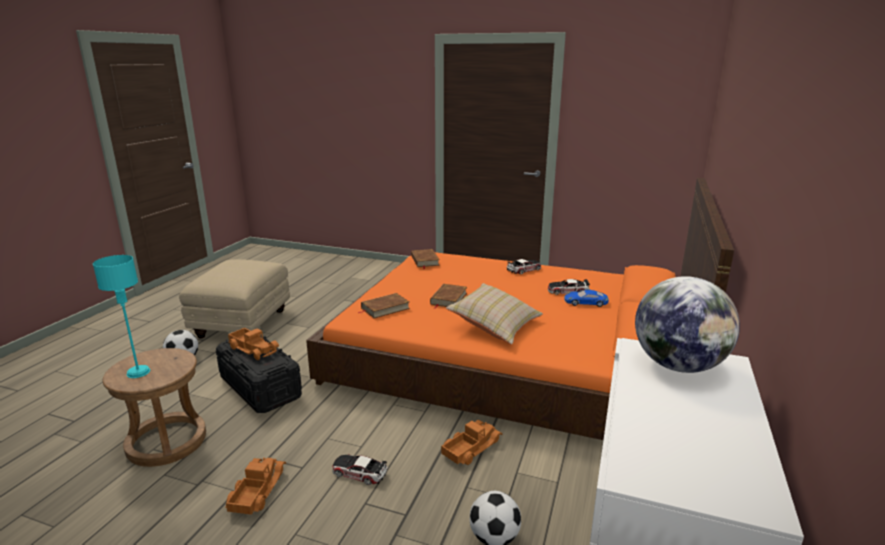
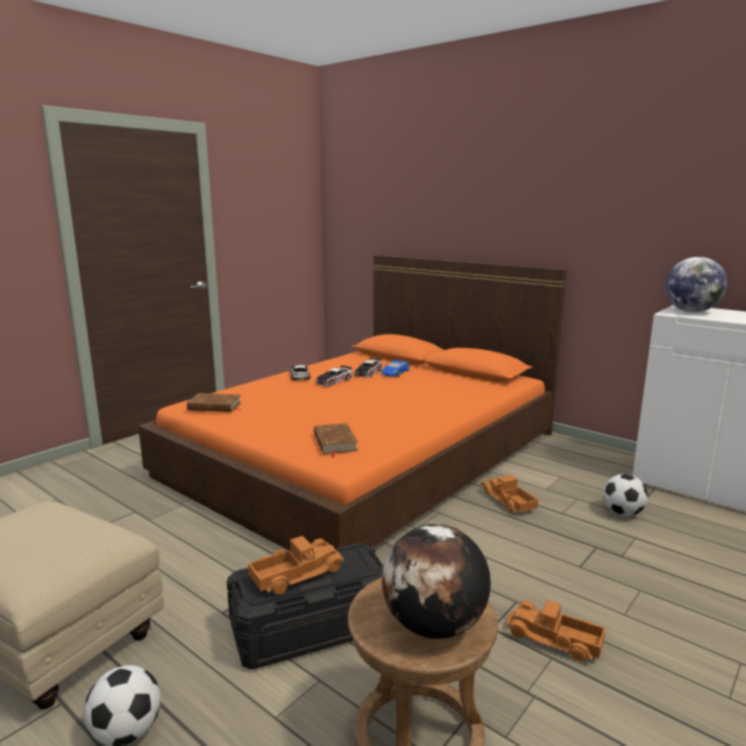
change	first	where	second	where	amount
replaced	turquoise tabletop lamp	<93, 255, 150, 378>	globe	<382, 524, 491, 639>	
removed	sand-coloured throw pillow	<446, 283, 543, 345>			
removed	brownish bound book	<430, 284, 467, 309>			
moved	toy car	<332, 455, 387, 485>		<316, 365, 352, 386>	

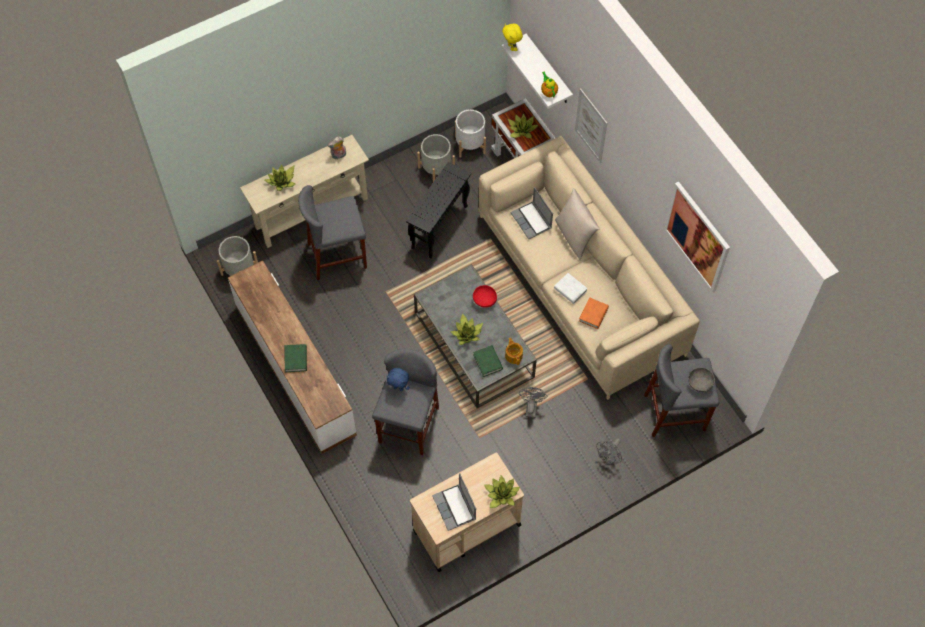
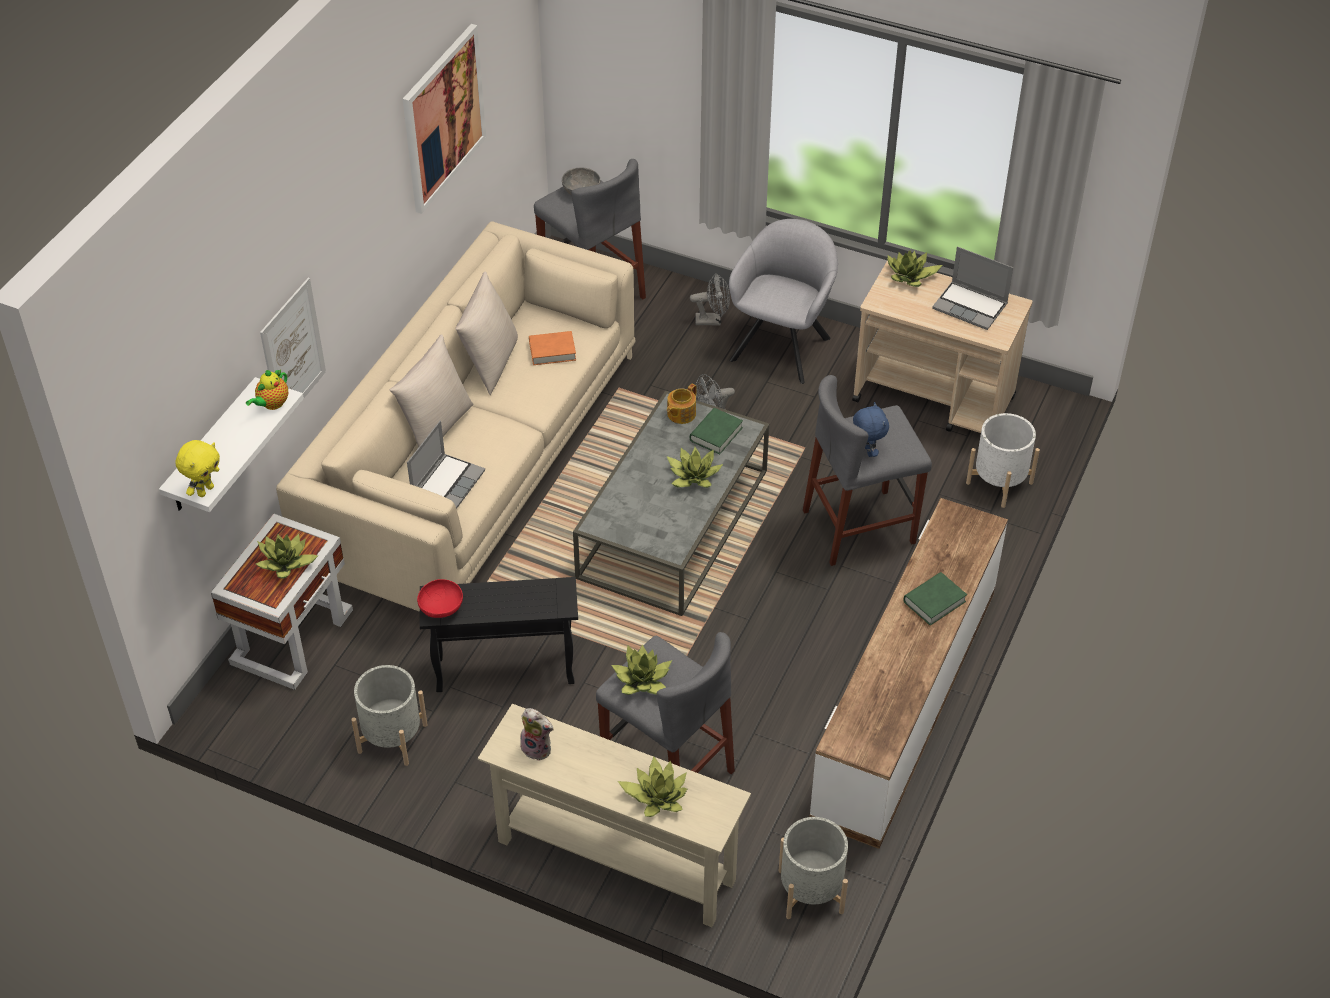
change	first	where	second	where	amount
moved	white plant pot	<455, 109, 486, 158>		<966, 413, 1040, 508>	
removed	white bound book	<554, 273, 588, 304>			
moved	reddish serving bowl	<473, 285, 497, 308>		<417, 579, 463, 618>	
turned	notebook computer	<432, 473, 476, 531>		<932, 247, 1013, 330>	90 degrees clockwise
added			greyish lounge chair	<729, 219, 838, 384>	
added			sand-coloured throw pillow	<455, 272, 518, 395>	
added			plant in a pot	<611, 644, 672, 695>	

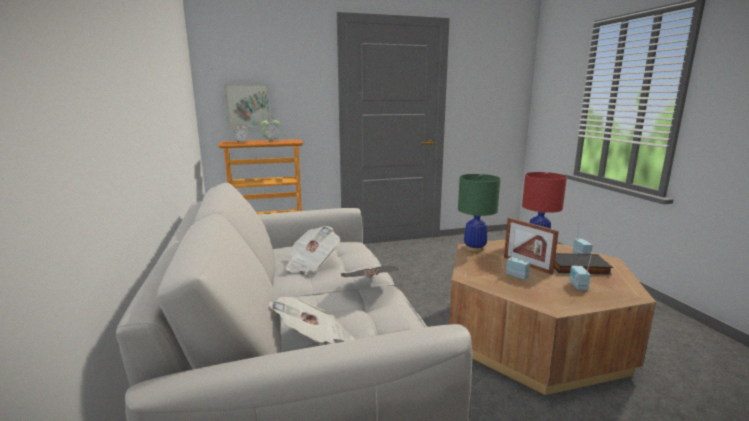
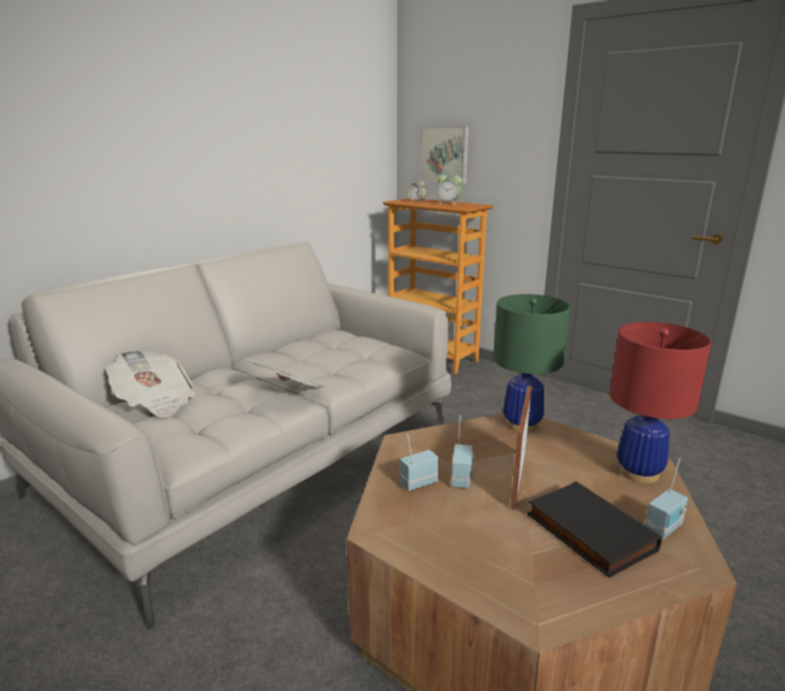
change	first	where	second	where	amount
removed	newspaper	<285, 226, 340, 272>			
moved	radio set	<570, 255, 592, 290>		<400, 434, 439, 491>	

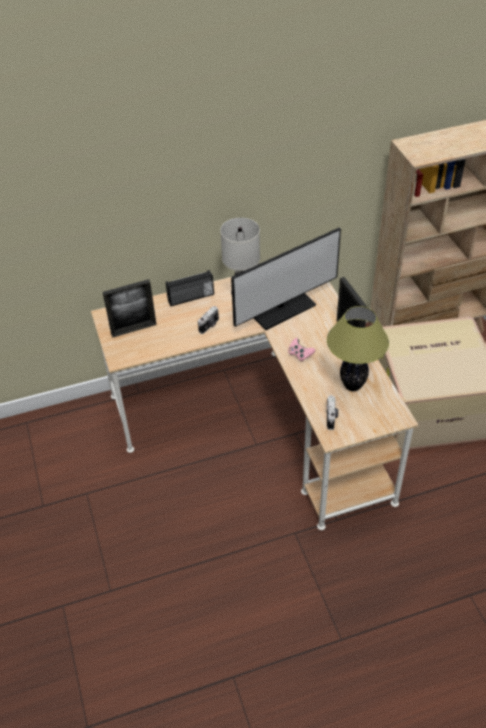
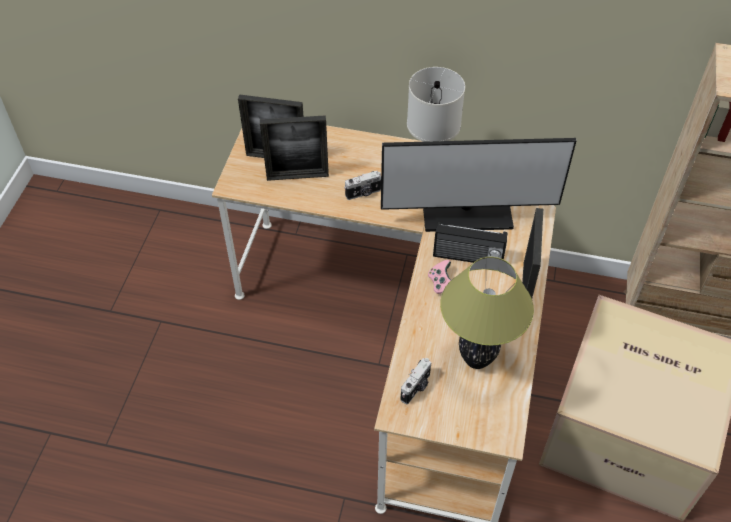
change	first	where	second	where	amount
moved	radio set	<166, 270, 214, 307>		<433, 222, 507, 263>	
added			photo frame	<260, 115, 329, 181>	

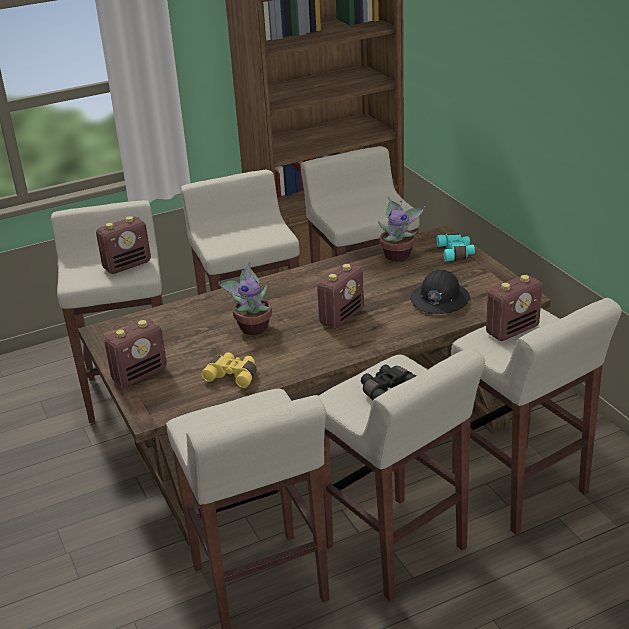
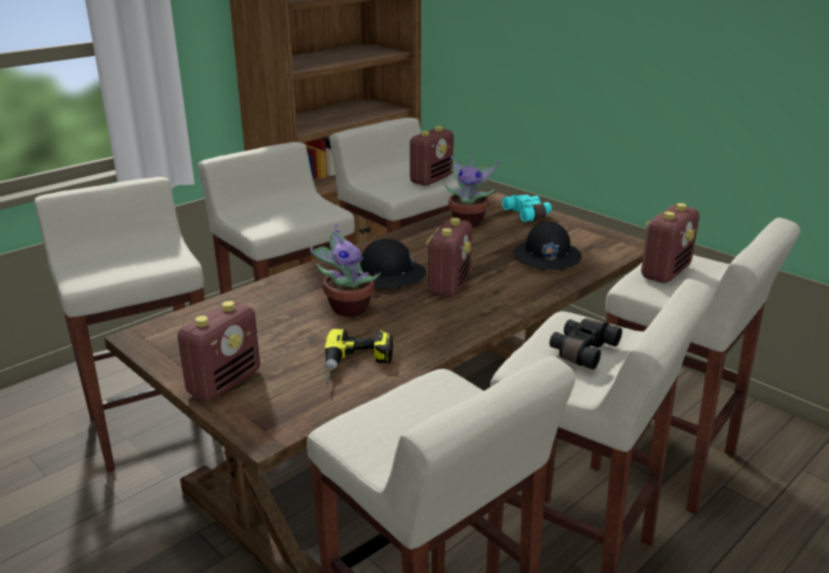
change	first	where	second	where	amount
moved	radio set	<96, 216, 151, 274>		<410, 126, 454, 186>	
replaced	yellowish field glasses	<201, 352, 257, 388>	electric drill	<325, 329, 393, 384>	
added			black-coloured work helmet	<360, 239, 426, 289>	

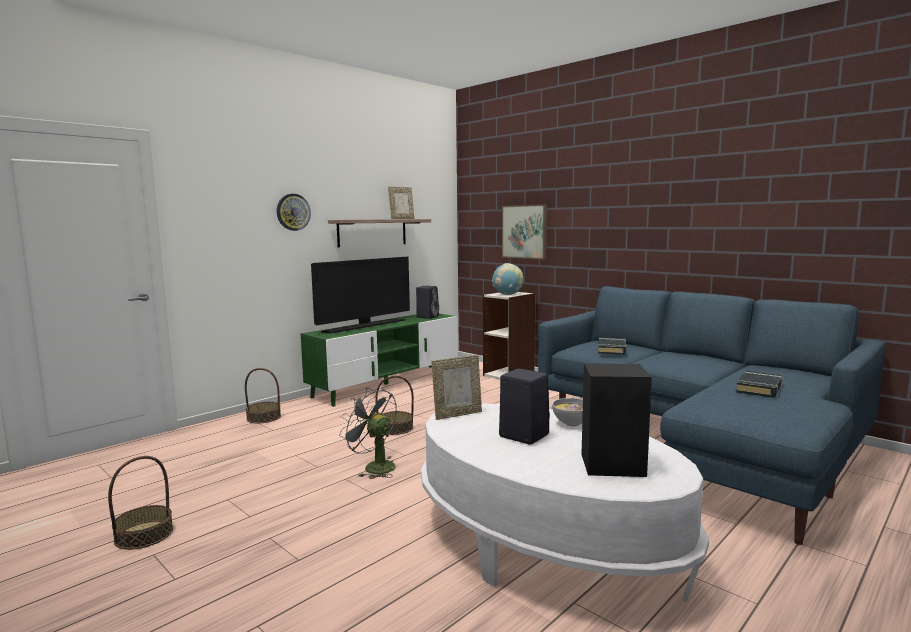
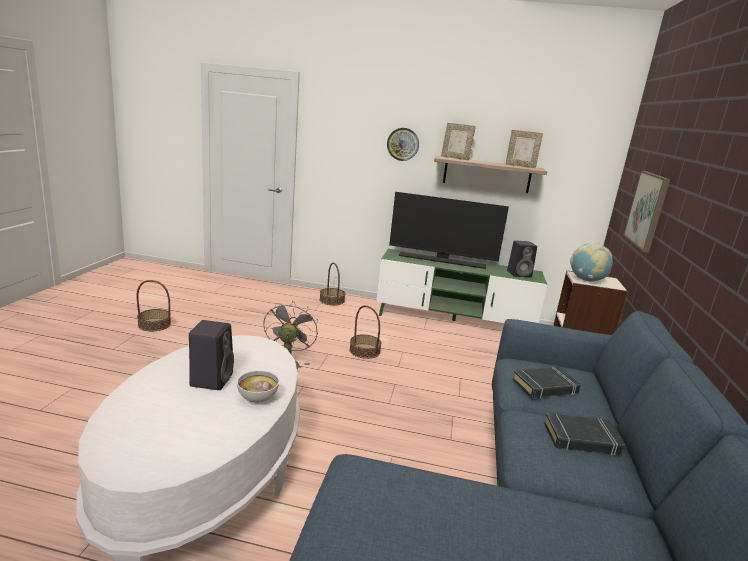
change	first	where	second	where	amount
moved	photo frame	<432, 355, 482, 420>		<441, 123, 476, 161>	
removed	black-coloured speaker	<581, 363, 652, 477>			
moved	black-coloured bound book	<736, 371, 782, 398>		<544, 413, 625, 455>	

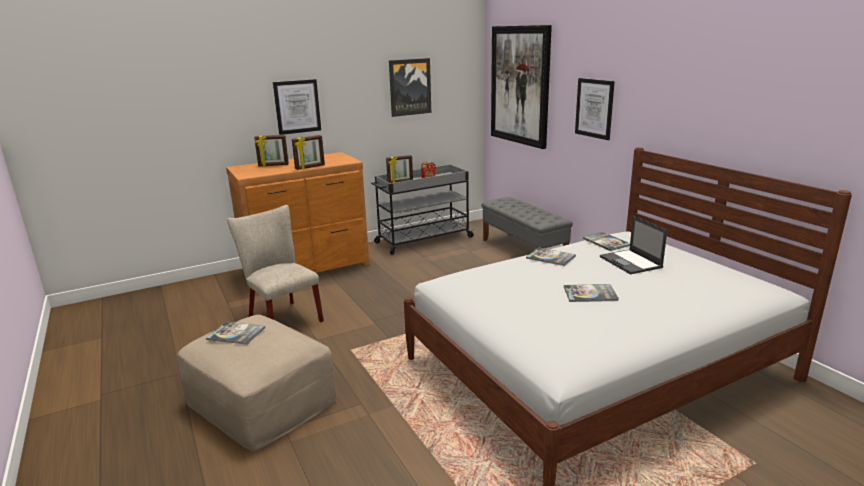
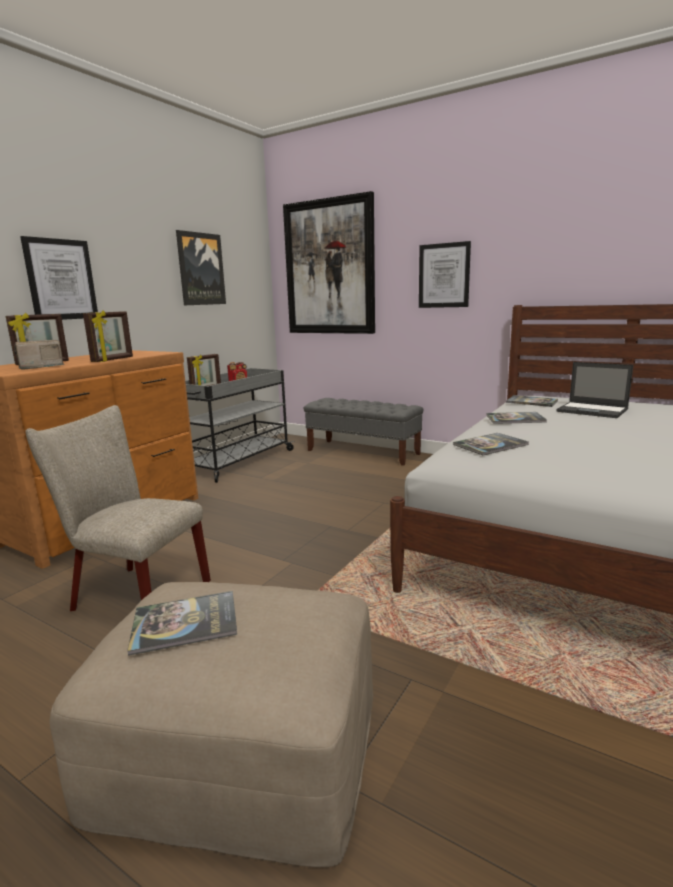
change	first	where	second	where	amount
moved	bound book	<564, 284, 619, 302>		<453, 433, 529, 455>	
added			radio set	<14, 340, 65, 370>	

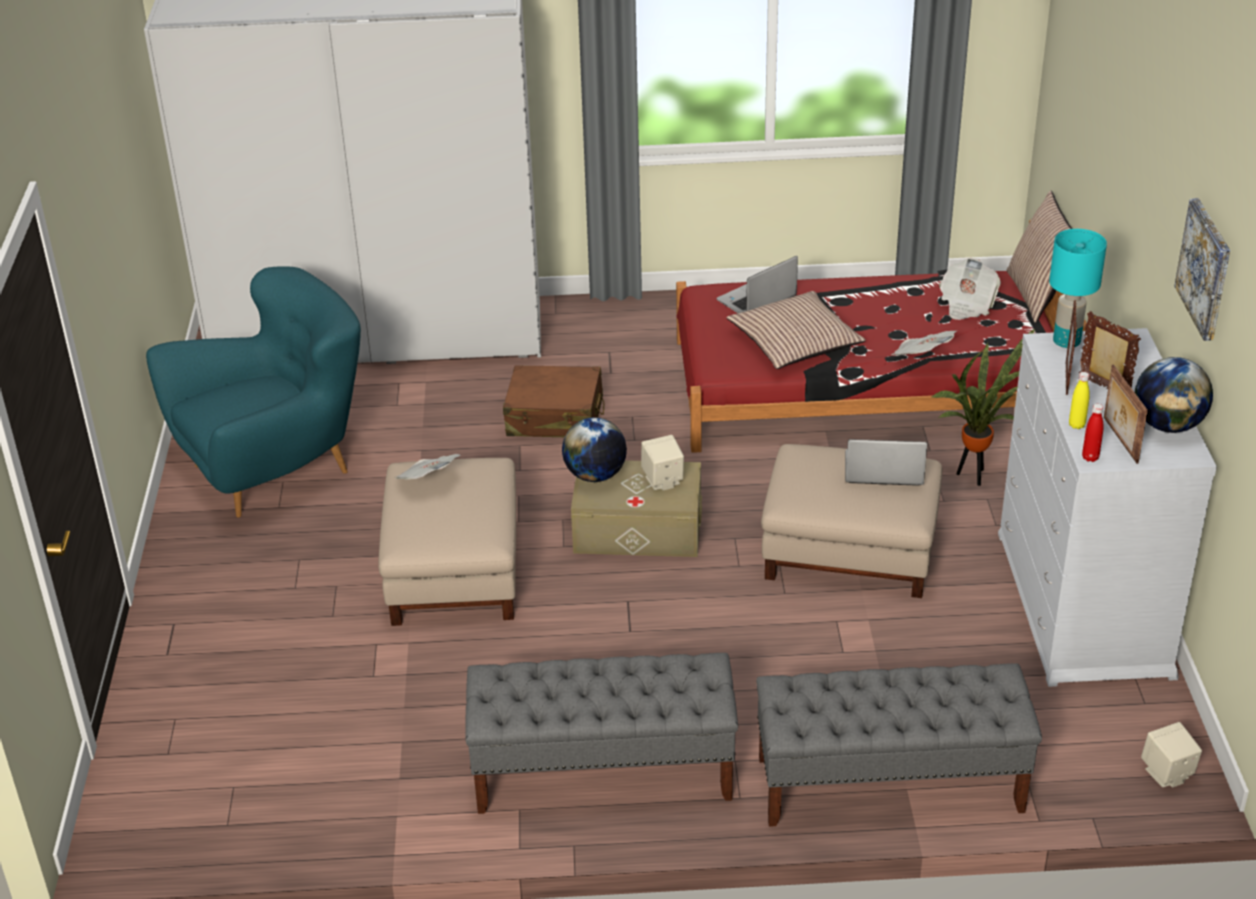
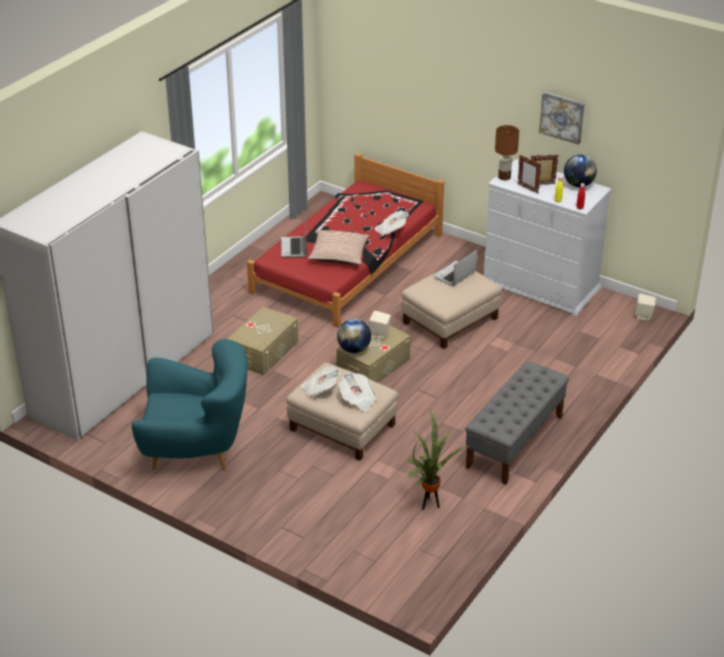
change	first	where	second	where	amount
removed	throw pillow	<1006, 190, 1072, 323>			
recoloured	turquoise tabletop lamp	<1049, 229, 1107, 348>	brownish tabletop lamp	<495, 125, 519, 180>	
moved	newspaper	<939, 258, 1001, 320>		<339, 372, 377, 412>	
turned	turquoise lounge chair	<146, 266, 361, 518>		<132, 339, 248, 470>	90 degrees clockwise
moved	plant in a pot	<932, 329, 1035, 486>		<407, 410, 469, 510>	
replaced	brownish travel case	<503, 365, 604, 437>	sand-coloured storage bin	<228, 306, 298, 376>	
removed	photo frame	<1104, 365, 1148, 464>			
removed	greyish indoor bench	<756, 663, 1042, 827>			

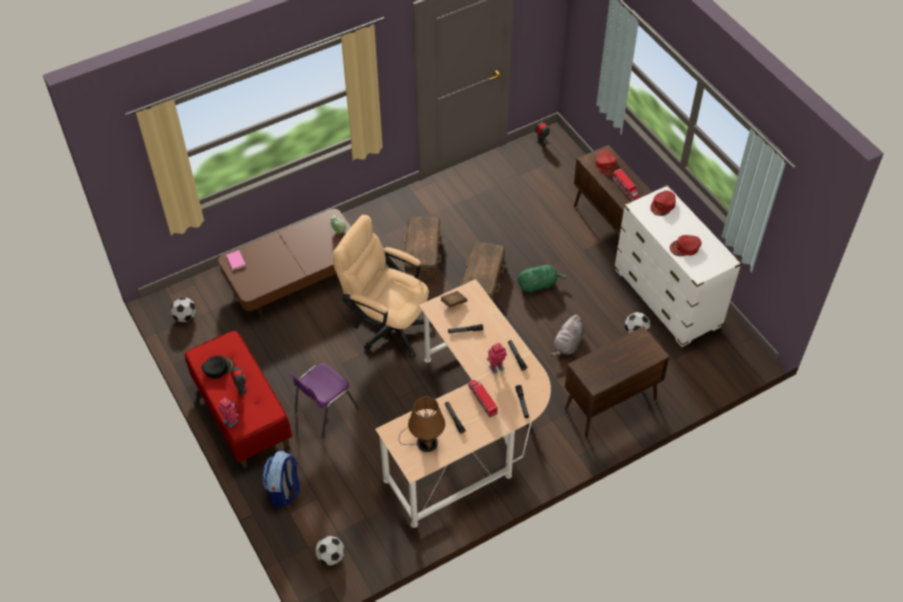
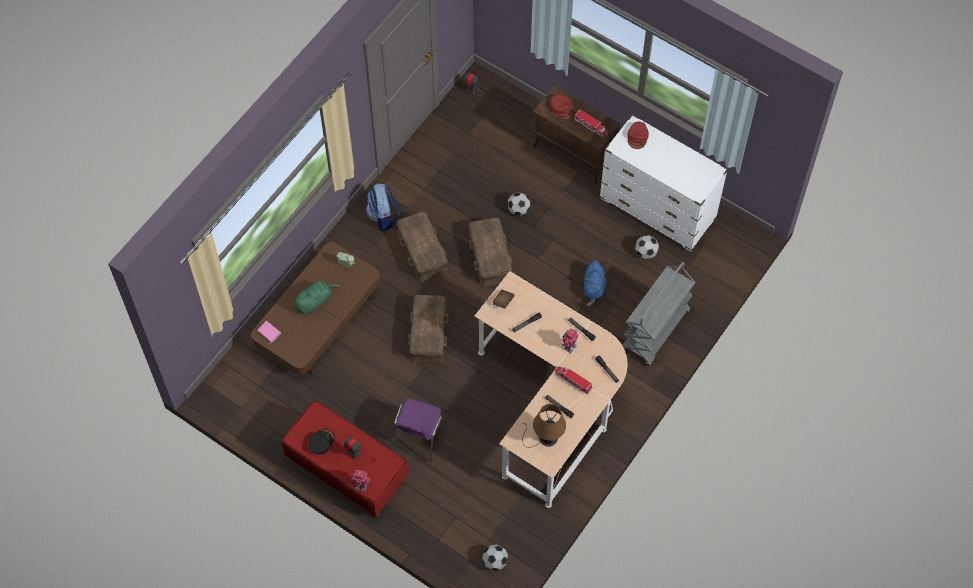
change	first	where	second	where	amount
replaced	sand-coloured desk chair	<332, 215, 433, 358>	brownish storage bin	<408, 295, 449, 364>	
removed	reddish baseball cap	<670, 235, 702, 256>			
moved	green cuddly toy	<518, 265, 567, 293>		<294, 281, 340, 314>	
moved	ball for football	<170, 297, 196, 322>		<508, 192, 530, 216>	
recoloured	greyish cuddly toy	<550, 315, 584, 357>	bluish cuddly toy	<584, 260, 606, 307>	
replaced	brownish storage cabinet	<565, 326, 670, 437>	greyish cart	<622, 262, 695, 366>	
moved	rucksack	<263, 451, 300, 507>		<366, 183, 401, 232>	

